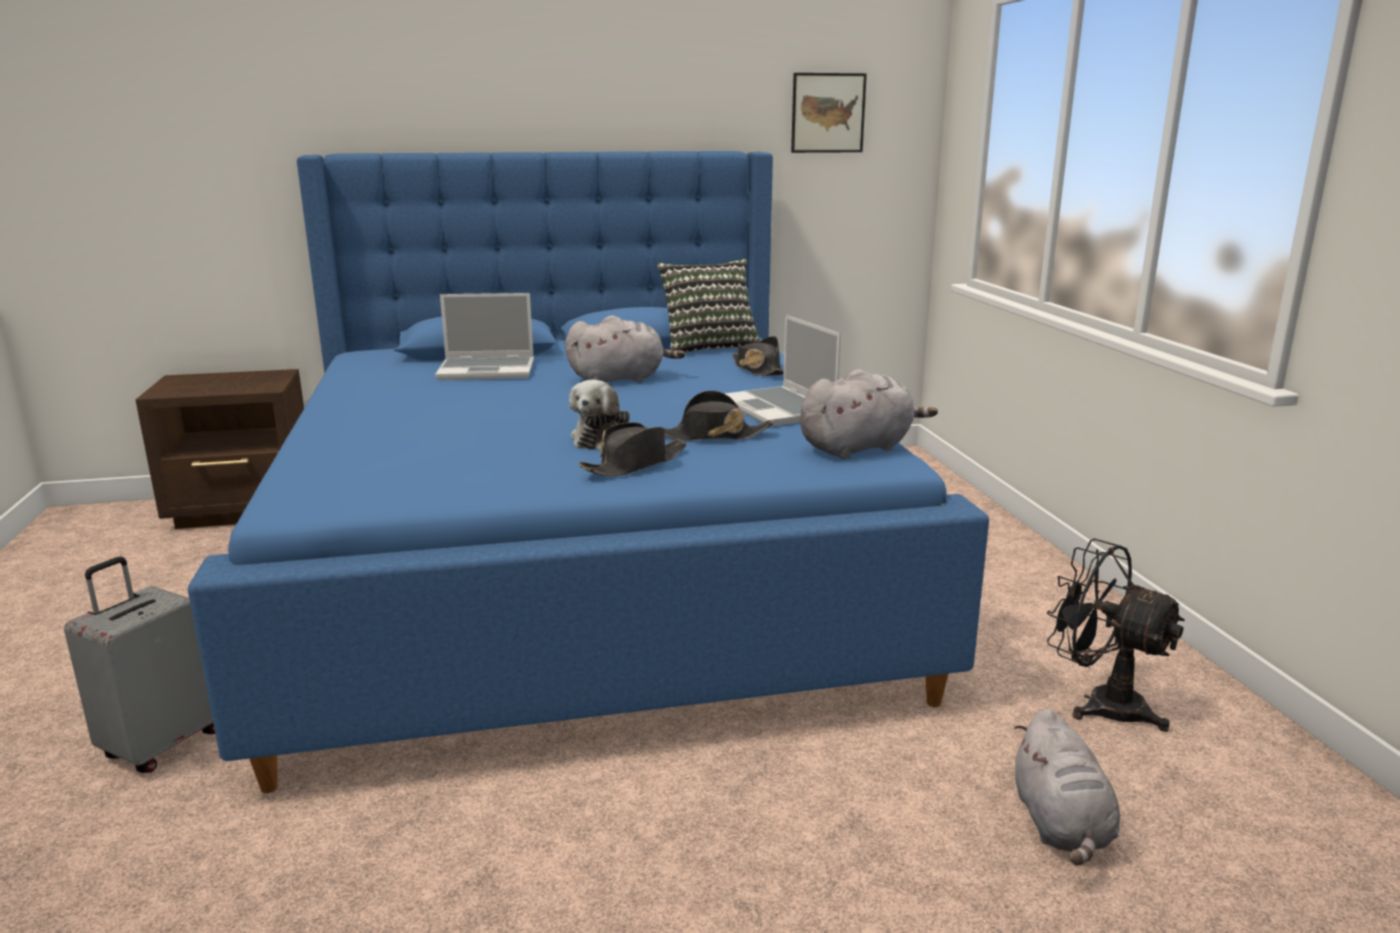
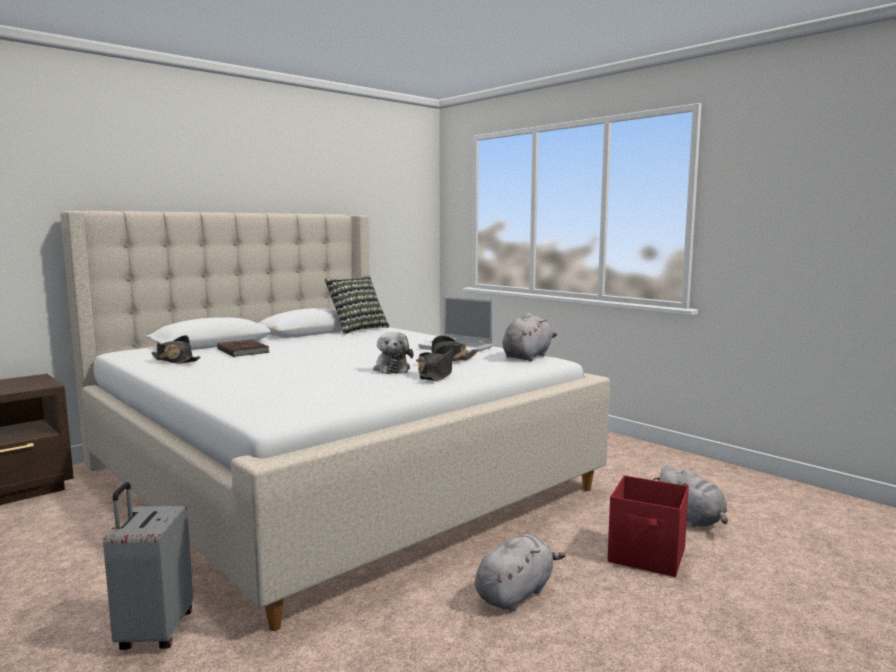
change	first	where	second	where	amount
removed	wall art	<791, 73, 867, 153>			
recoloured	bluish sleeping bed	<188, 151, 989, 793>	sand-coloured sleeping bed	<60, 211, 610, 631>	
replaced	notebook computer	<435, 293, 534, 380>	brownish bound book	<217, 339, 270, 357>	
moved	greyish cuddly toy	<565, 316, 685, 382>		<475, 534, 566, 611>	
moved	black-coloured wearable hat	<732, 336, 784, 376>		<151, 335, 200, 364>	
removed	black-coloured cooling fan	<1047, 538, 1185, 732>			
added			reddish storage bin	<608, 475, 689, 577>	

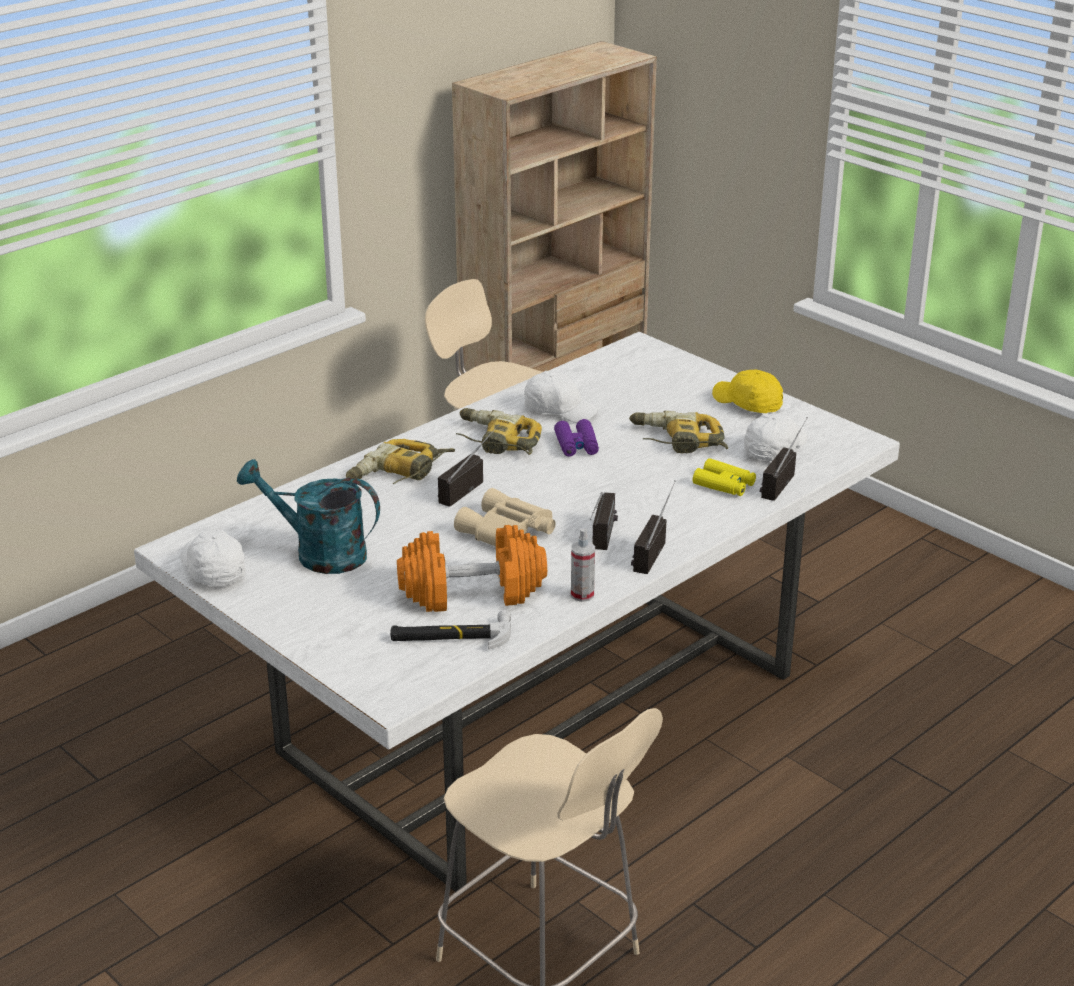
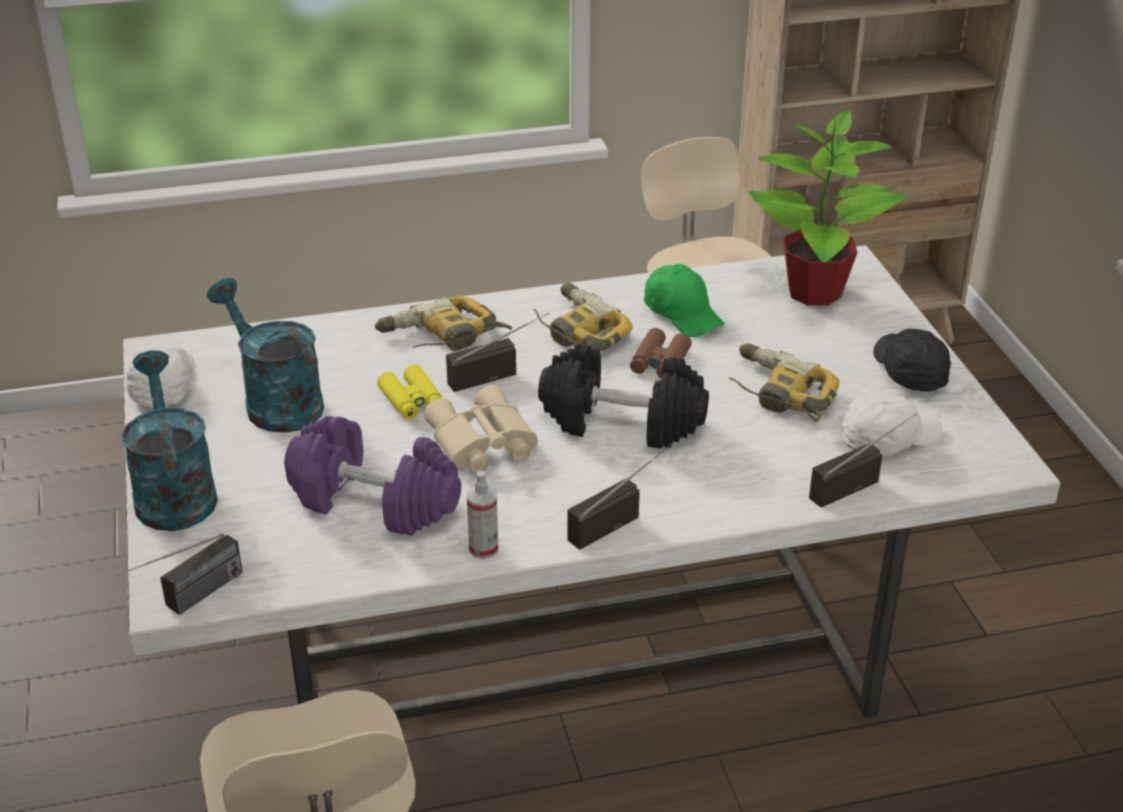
change	first	where	second	where	amount
recoloured	yellowish baseball cap	<712, 369, 783, 413>	black-coloured baseball cap	<873, 329, 951, 392>	
recoloured	white baseball cap	<524, 371, 600, 423>	green baseball cap	<644, 264, 725, 337>	
recoloured	purple field glasses	<554, 419, 599, 457>	brownish field glasses	<630, 328, 692, 379>	
moved	yellowish field glasses	<693, 458, 756, 496>		<377, 364, 442, 420>	
moved	radio set	<590, 492, 618, 550>		<117, 533, 243, 615>	
recoloured	orangey hand weight	<397, 525, 547, 612>	purple hand weight	<284, 416, 462, 536>	
removed	tool hammer	<390, 610, 511, 650>			
added			plant in a pot	<748, 110, 908, 305>	
added			black-coloured hand weight	<538, 344, 709, 448>	
added			turquoise watering can	<122, 350, 218, 531>	

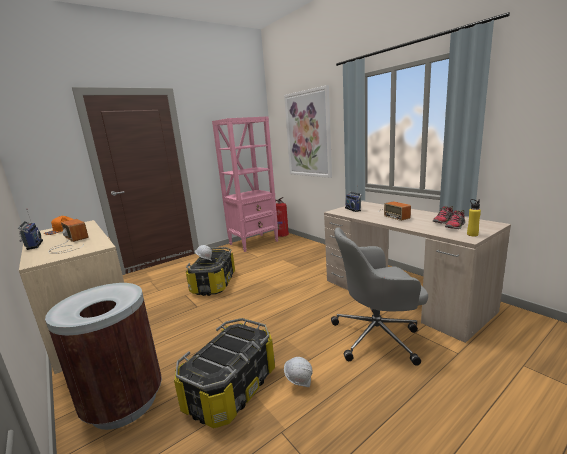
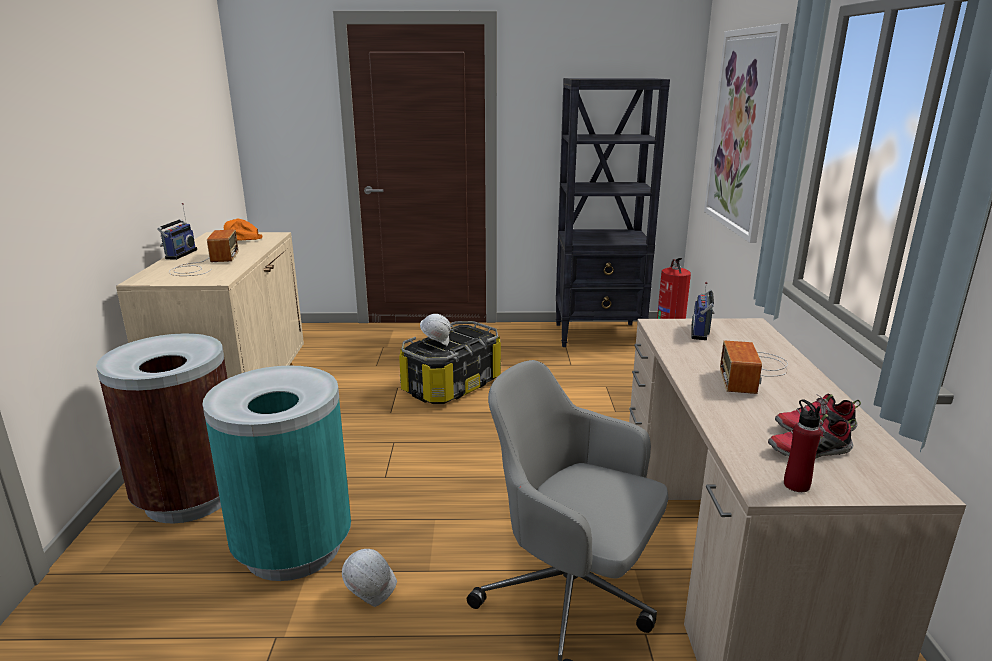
change	first	where	second	where	amount
recoloured	pink bookshelf	<212, 116, 278, 252>	black-coloured bookshelf	<556, 78, 670, 347>	
recoloured	yellowish beverage bottle	<467, 199, 481, 236>	reddish beverage bottle	<784, 399, 821, 492>	
replaced	storage bin	<174, 318, 275, 429>	turquoise trash can	<202, 365, 351, 581>	

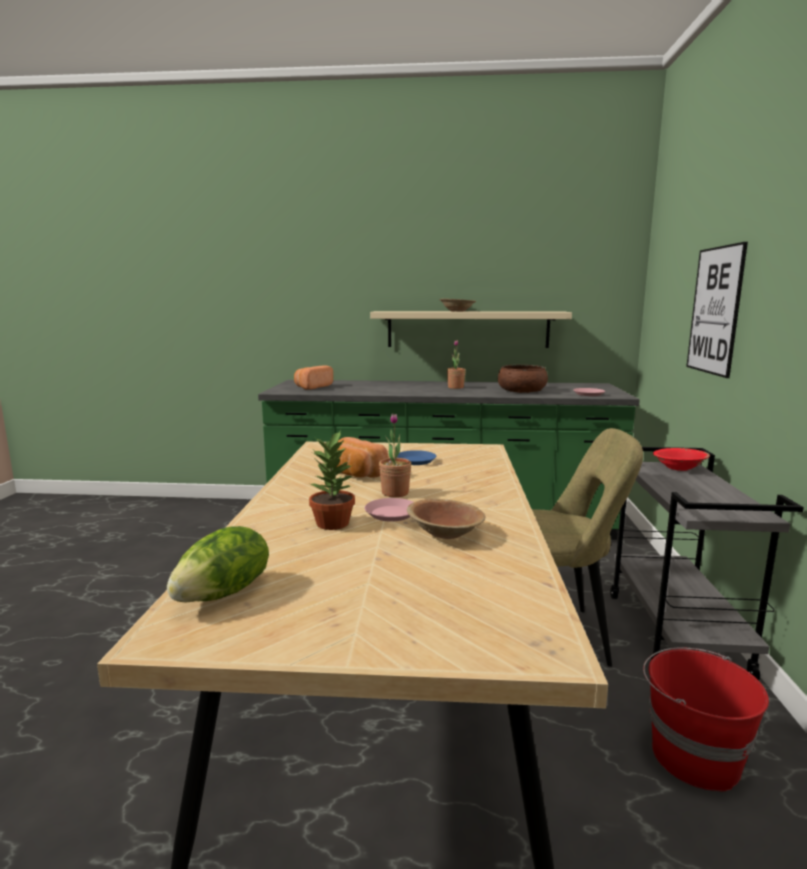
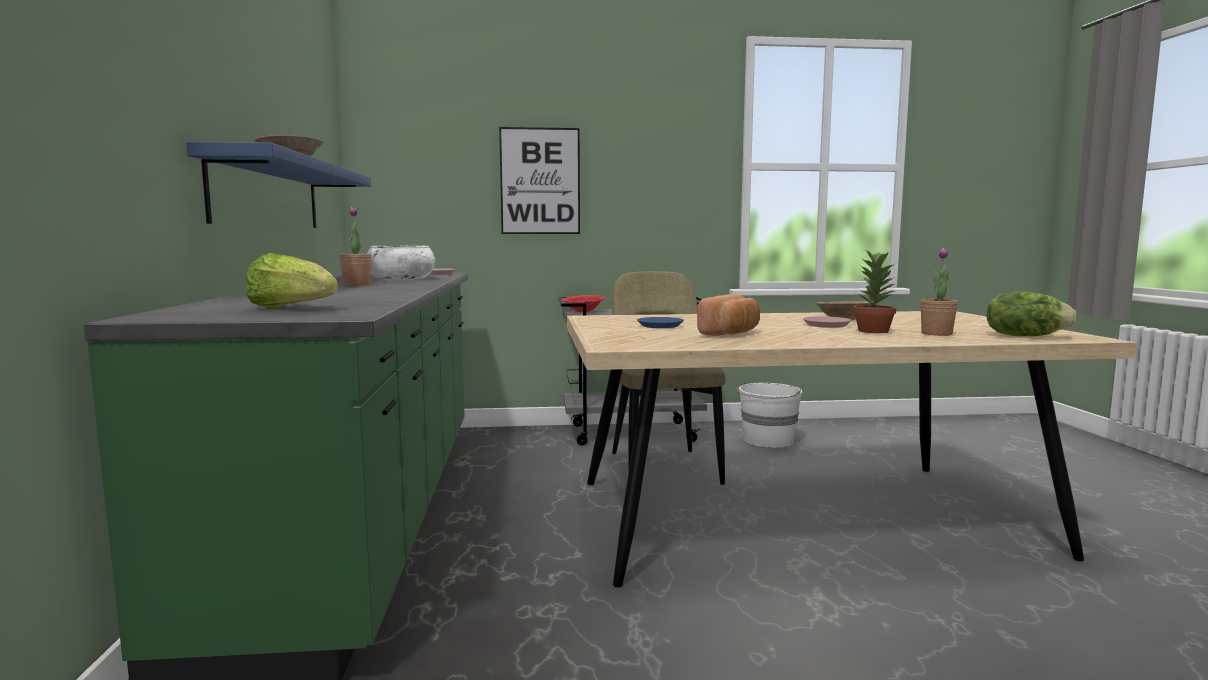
change	first	where	second	where	amount
recoloured	sand-coloured wall shelf	<370, 311, 572, 348>	bluish wall shelf	<186, 142, 371, 228>	
replaced	bakery bread	<294, 365, 333, 390>	lettuce	<246, 253, 338, 308>	
recoloured	brownish serving bowl	<498, 365, 548, 393>	white serving bowl	<367, 245, 435, 279>	
moved	plant in a pot	<379, 413, 412, 497>		<920, 248, 958, 336>	
recoloured	reddish water bucket	<643, 648, 769, 791>	white water bucket	<736, 383, 803, 448>	

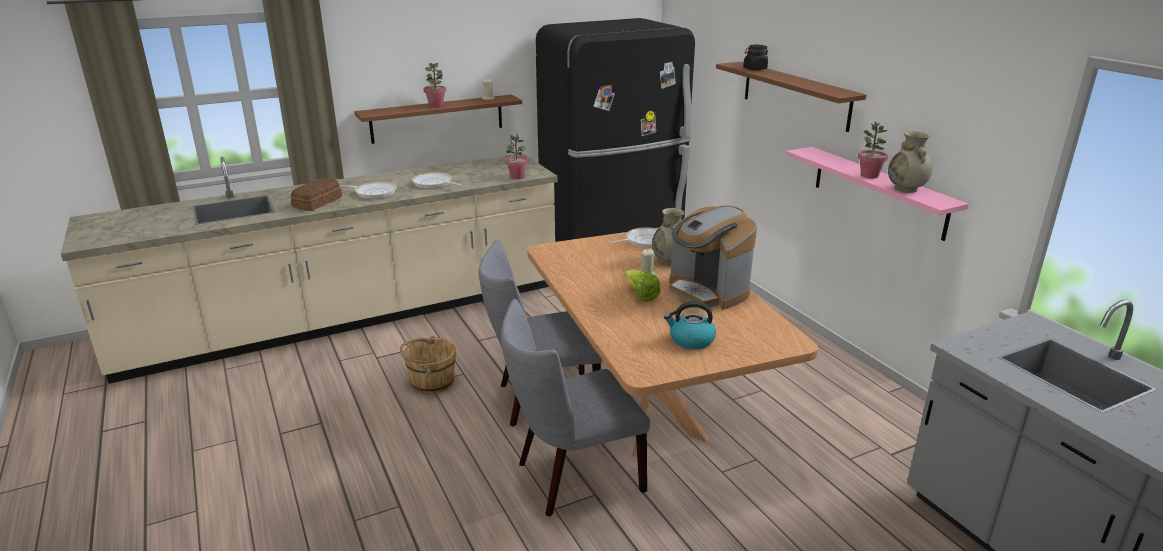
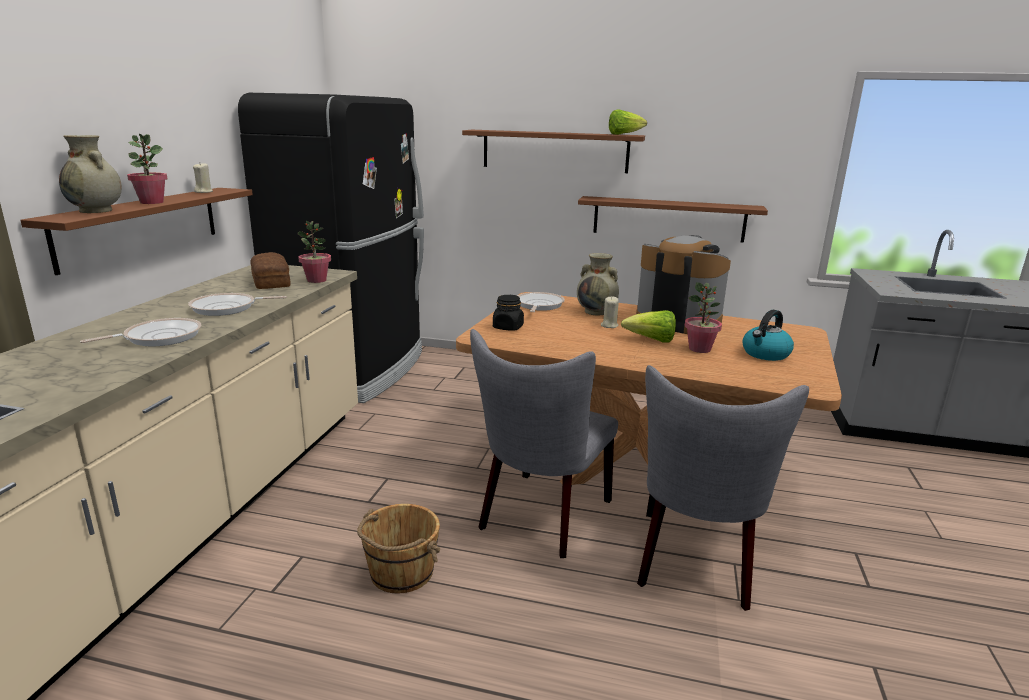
change	first	where	second	where	amount
moved	black-coloured storage jar	<743, 45, 768, 70>		<493, 295, 524, 331>	
moved	plant in a pot	<858, 121, 888, 178>		<685, 282, 722, 353>	
moved	sand-coloured vase	<888, 131, 933, 193>		<59, 135, 122, 213>	
recoloured	pink wall shelf	<786, 147, 969, 241>	brownish wall shelf	<578, 196, 768, 243>	
moved	bakery bread	<291, 178, 342, 211>		<250, 252, 291, 289>	
turned	coffee brewer	<669, 206, 757, 310>		<636, 235, 731, 334>	150 degrees counterclockwise
added			lettuce	<609, 109, 647, 135>	

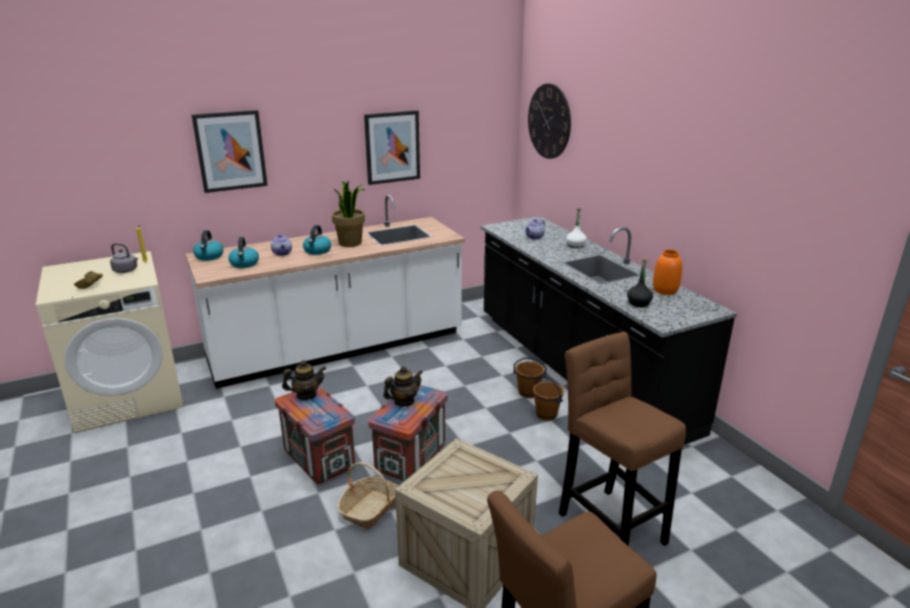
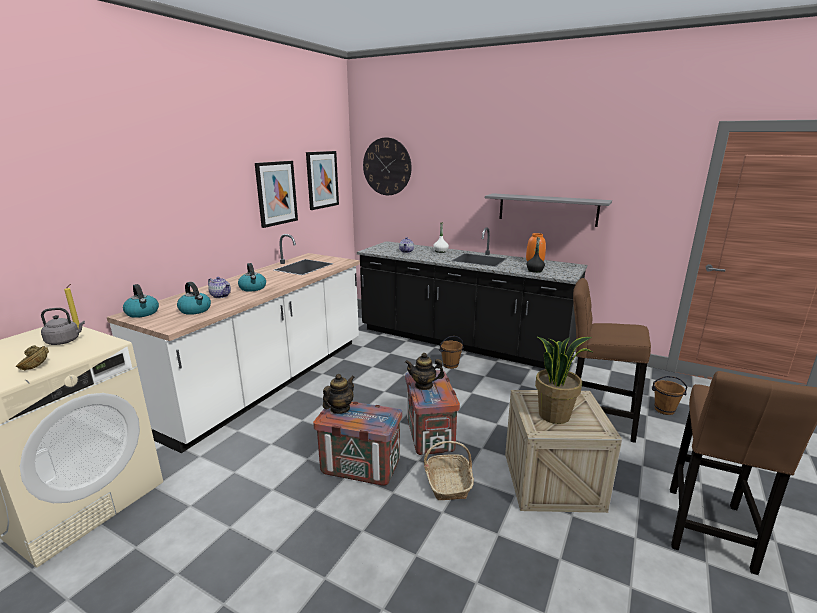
change	first	where	second	where	amount
moved	wall art	<191, 110, 268, 193>		<306, 151, 339, 210>	
moved	plant in a pot	<332, 181, 365, 247>		<535, 336, 594, 424>	
turned	pot for tea	<383, 366, 423, 406>		<405, 353, 445, 390>	105 degrees counterclockwise
moved	brownish water bucket	<533, 376, 564, 421>		<652, 376, 687, 415>	
added			greyish wall shelf	<485, 193, 612, 227>	

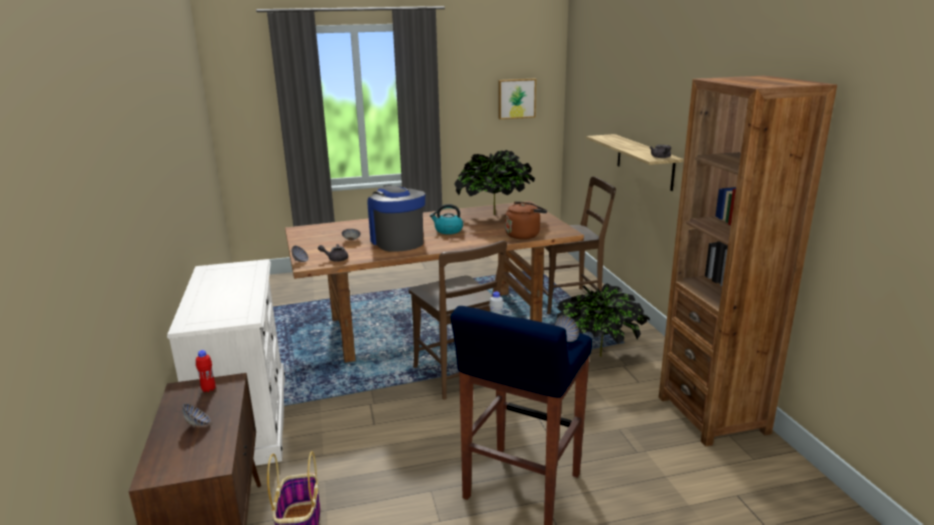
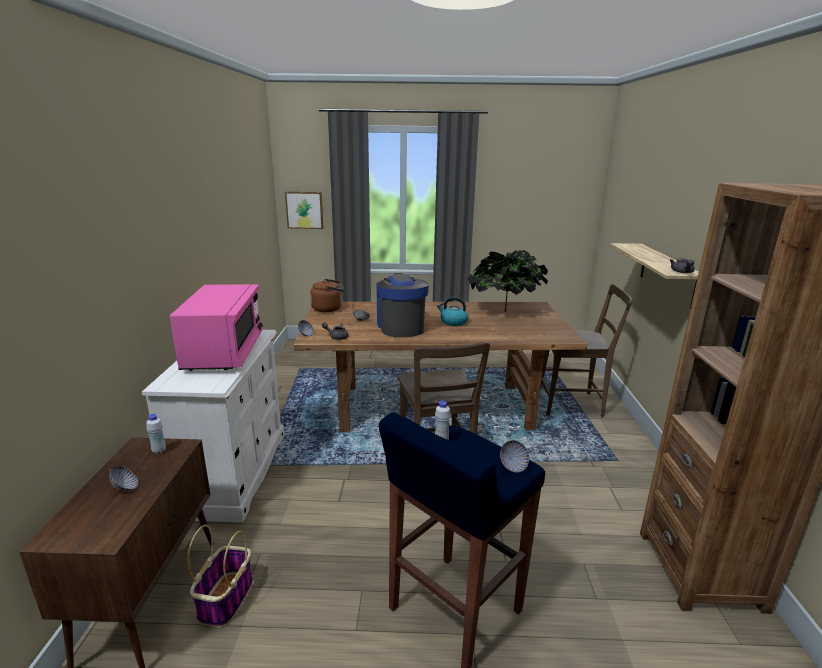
change	first	where	second	where	amount
moved	wall art	<498, 78, 536, 119>		<285, 192, 323, 229>	
moved	brownish kettle	<505, 201, 547, 239>		<310, 279, 344, 312>	
removed	plant in a pot	<557, 283, 650, 356>			
recoloured	reddish beverage bottle	<196, 350, 216, 392>	white beverage bottle	<146, 414, 166, 454>	
added			pink microwave	<170, 284, 263, 371>	

